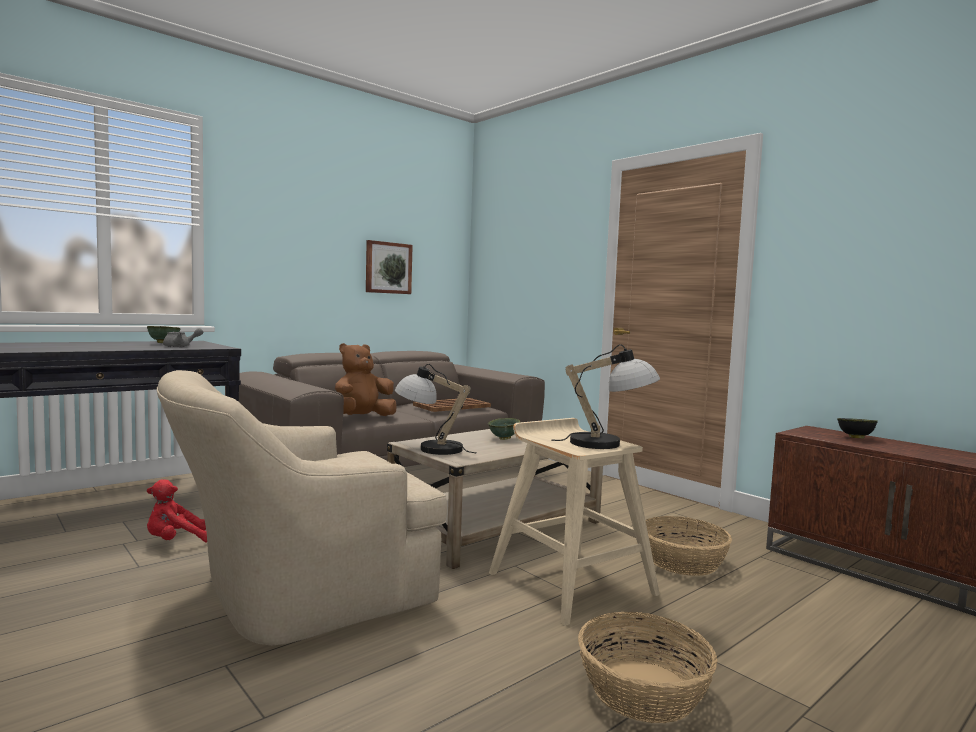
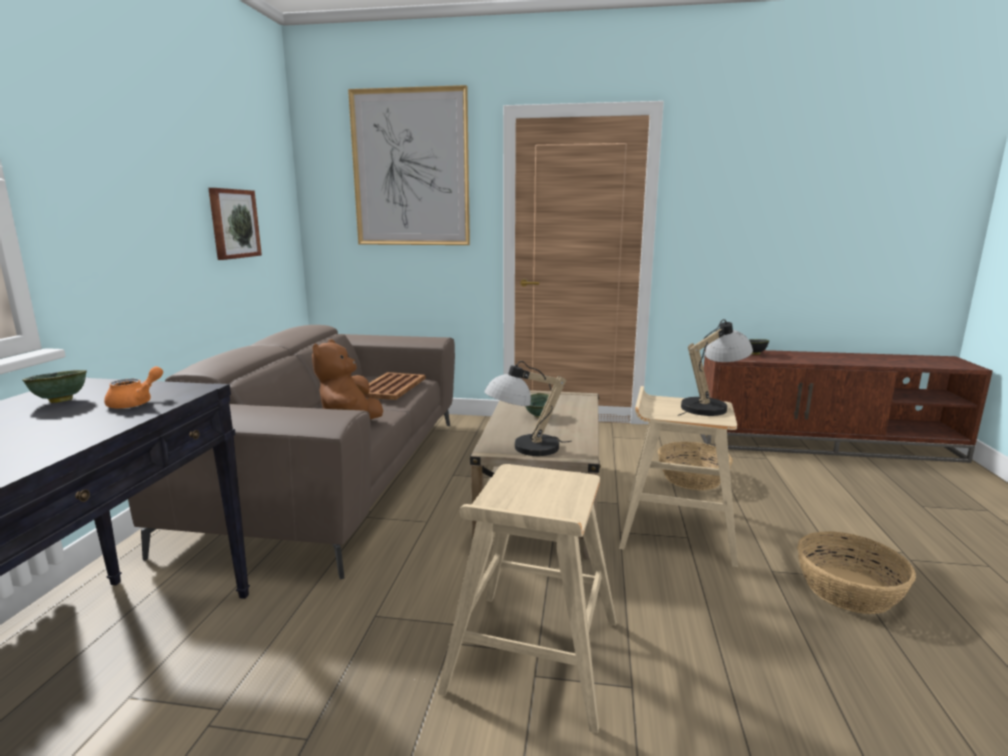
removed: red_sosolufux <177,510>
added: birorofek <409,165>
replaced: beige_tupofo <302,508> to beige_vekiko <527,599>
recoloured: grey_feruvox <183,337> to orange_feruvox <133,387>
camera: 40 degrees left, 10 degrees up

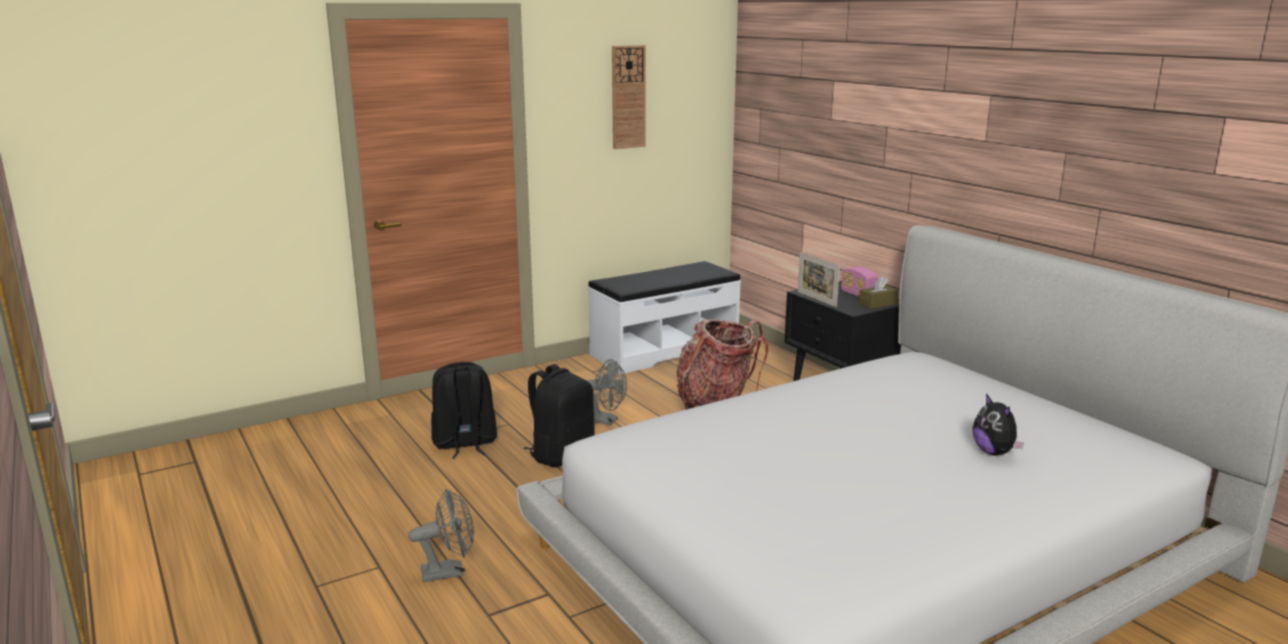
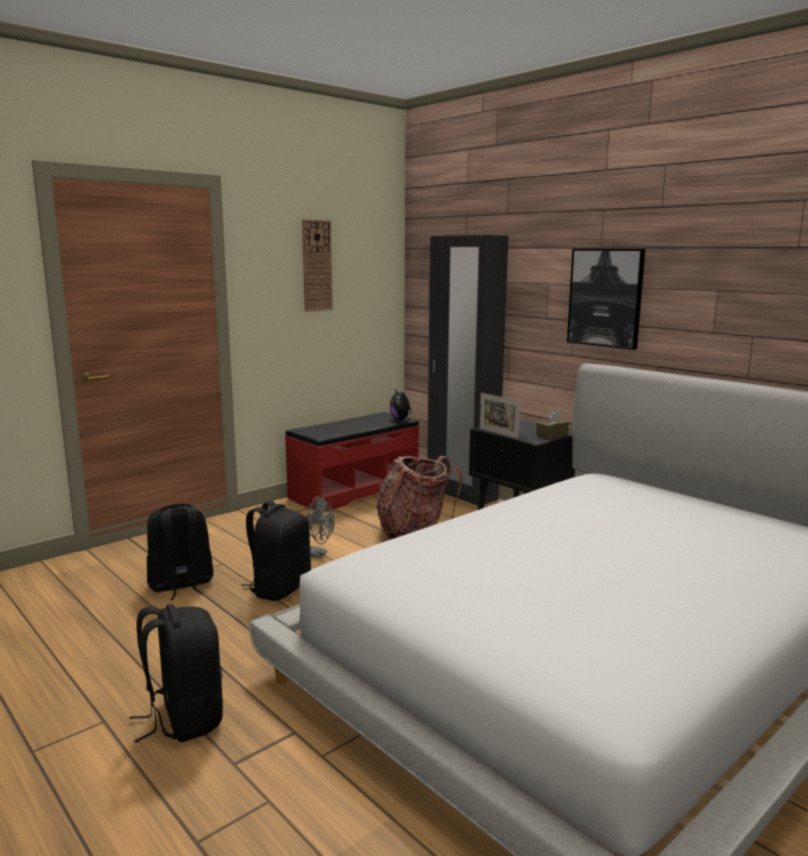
removed: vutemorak <859,282>
added: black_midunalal <467,370>; birorofek <606,299>
moved: sosolufux <998,424> to <401,404>
replaced: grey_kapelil <441,535> to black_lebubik <176,673>
recoloured: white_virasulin <664,317> to red_virasulin <352,461>
camera: 10 degrees left, 5 degrees down

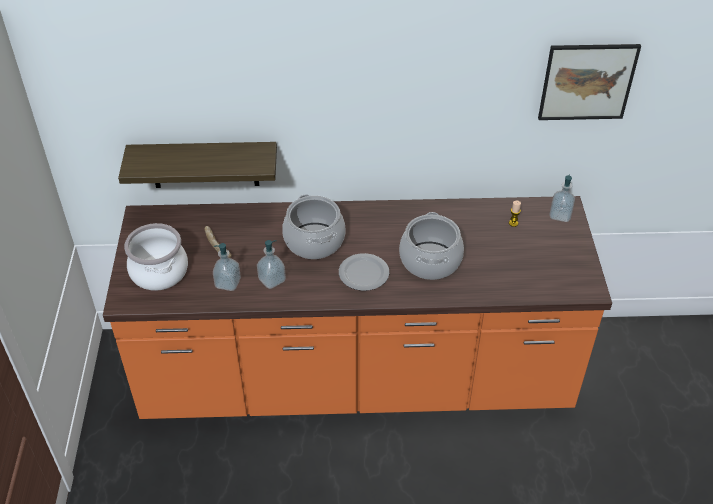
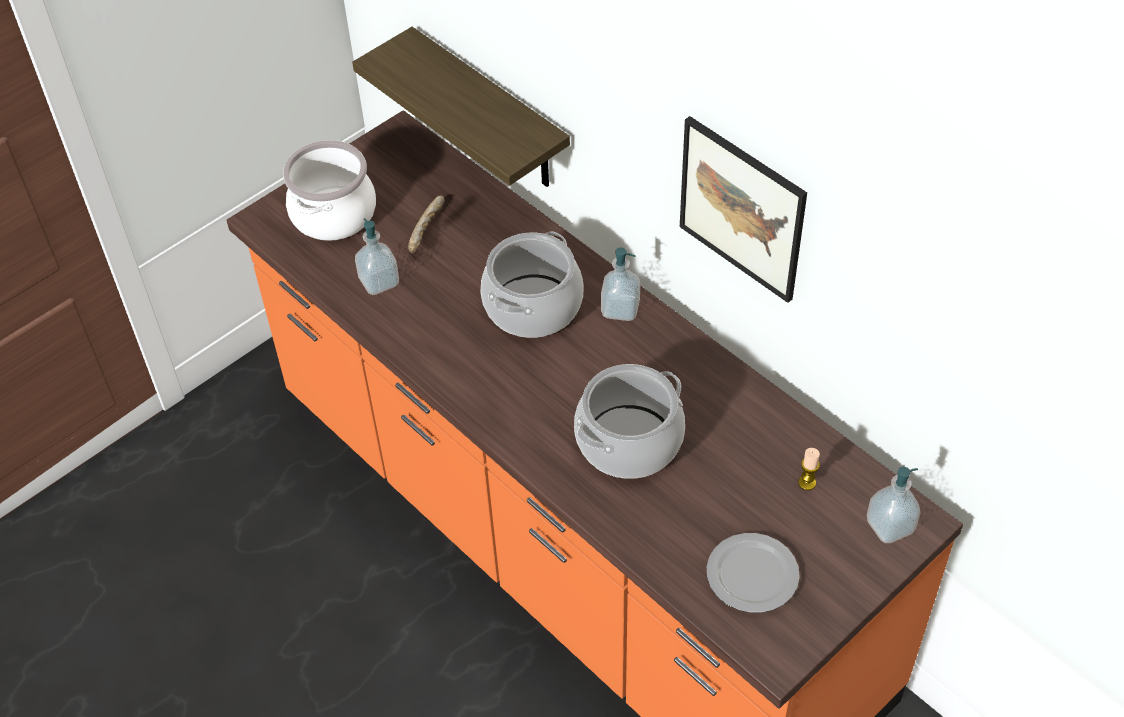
moved: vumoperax <271,264> to <620,284>; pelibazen <364,272> to <753,573>; birorofek <589,82> to <743,209>
camera: 50 degrees right, 5 degrees up

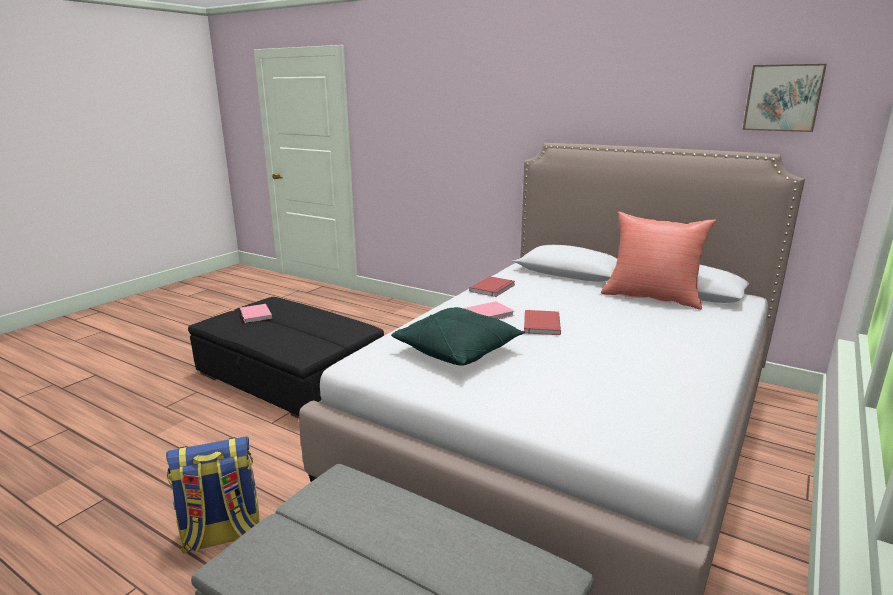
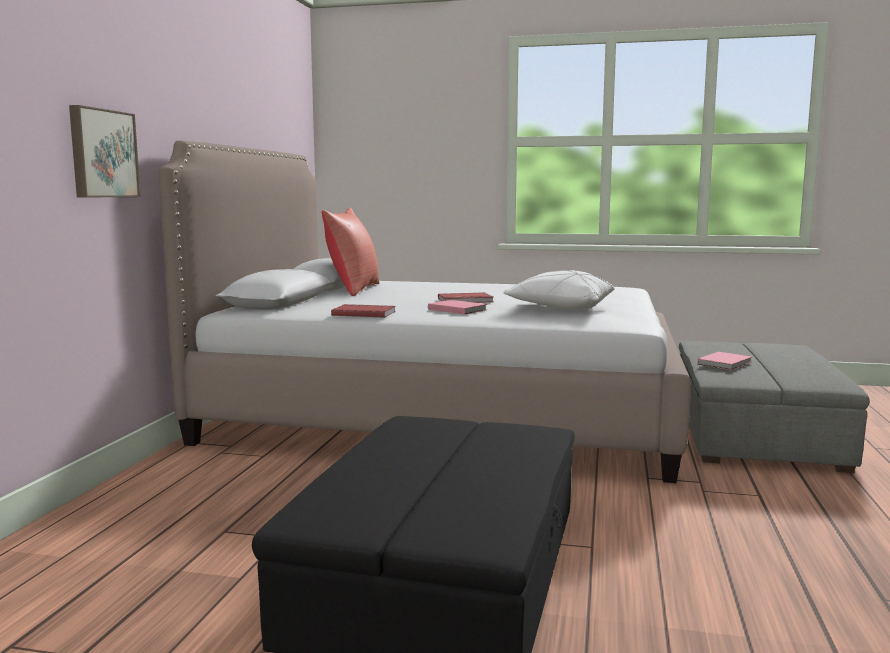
removed: lebubik <213,495>
moved: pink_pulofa <256,313> to <724,361>; birorofek <785,98> to <105,151>
recoloured: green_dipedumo <458,336> to white_dipedumo <559,290>
camera: 110 degrees left, 10 degrees down

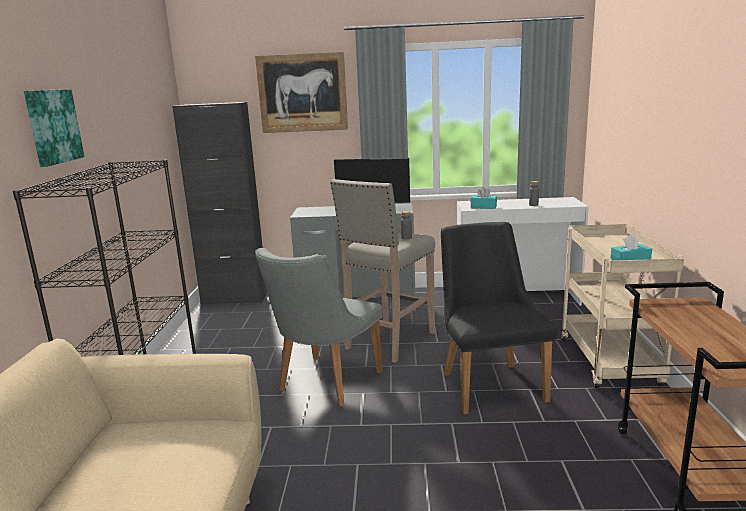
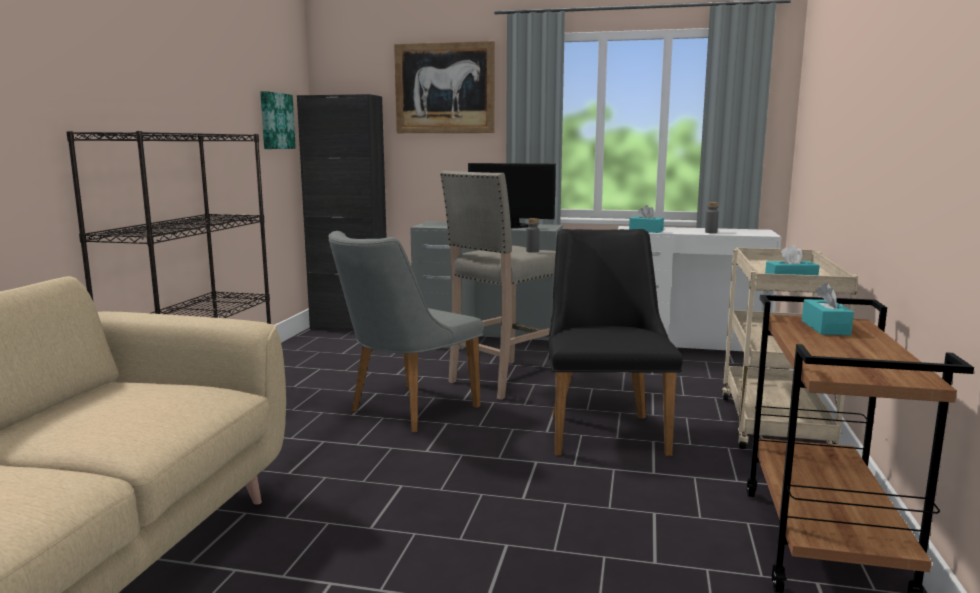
added: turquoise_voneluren <828,309>
moved: birorofek <54,128> to <278,120>
camera: 10 degrees right, 5 degrees down

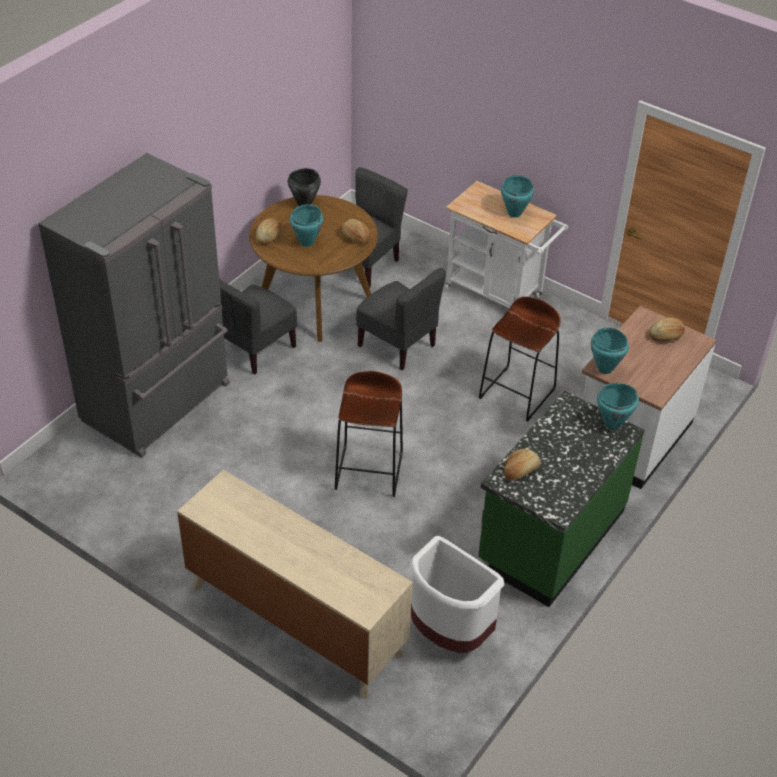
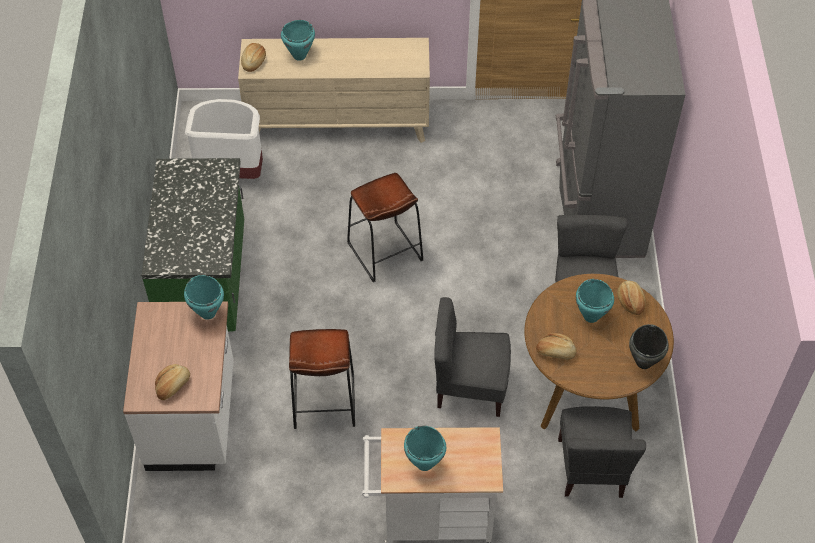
moved: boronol <522,465> to <253,57>; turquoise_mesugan <618,406> to <298,40>
camera: 145 degrees right, 10 degrees up

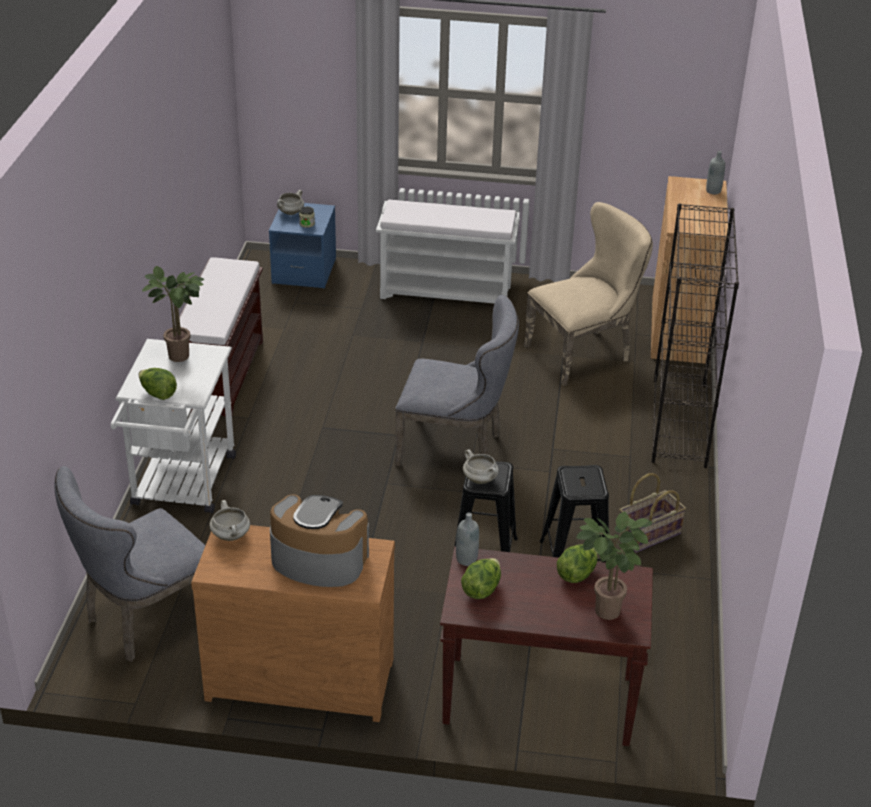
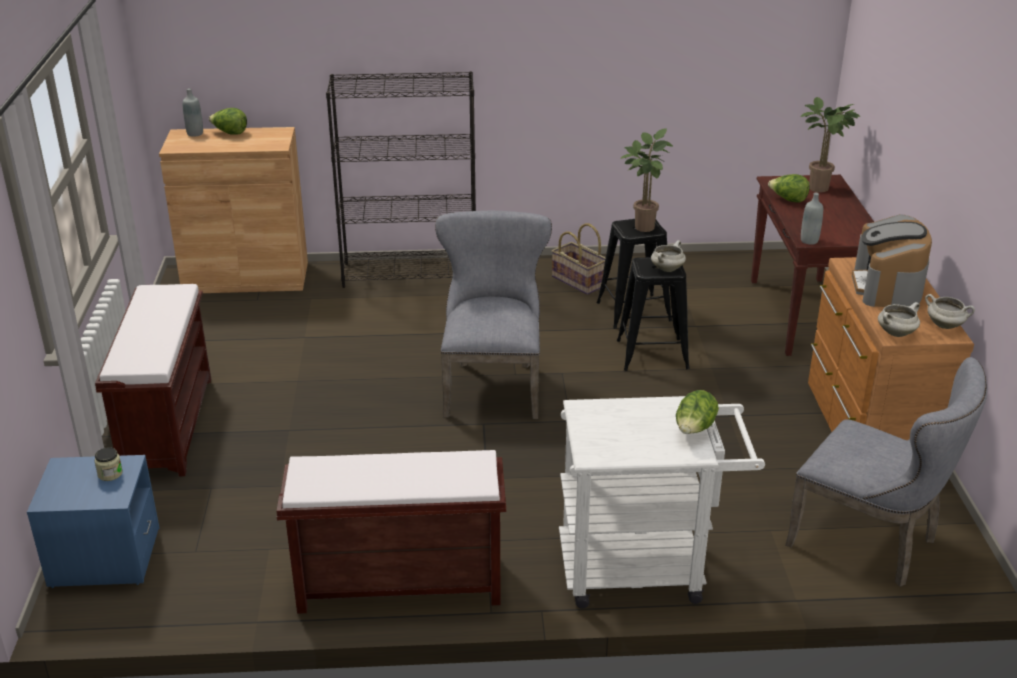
removed: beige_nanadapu <588,294>
moved: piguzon <173,314> to <646,180>; white_mesugan <290,202> to <950,311>; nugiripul <481,578> to <228,121>
recoloured: white_virasulin <448,252> to brown_virasulin <153,380>
camera: 100 degrees left, 5 degrees down

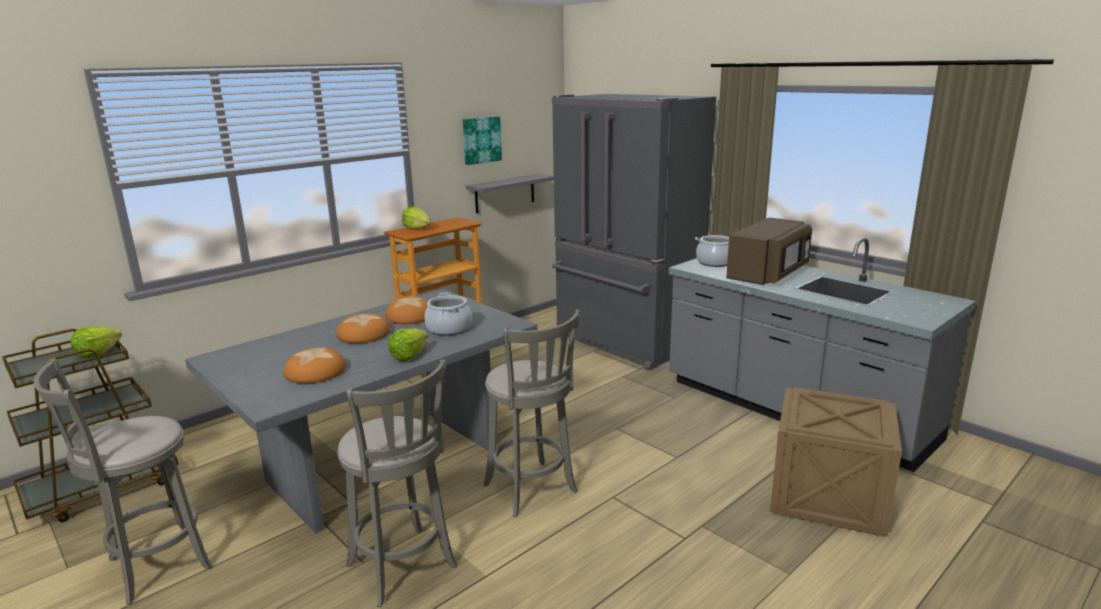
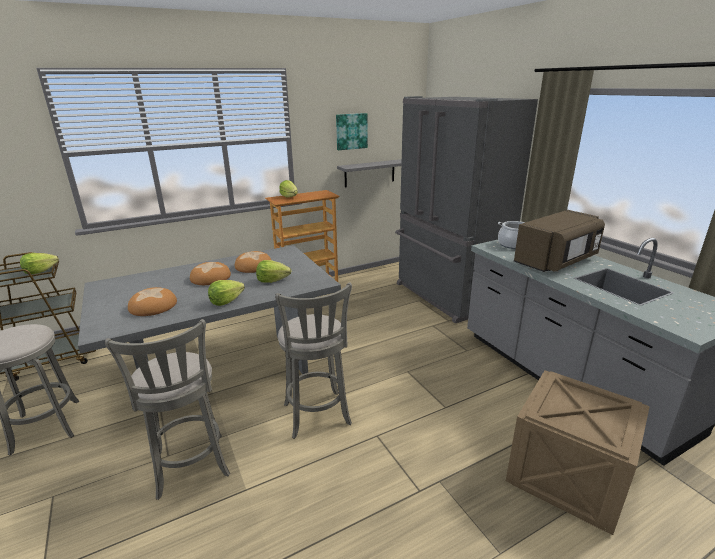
replaced: mesugan <448,314> to nugiripul <273,271>
camera: 15 degrees right, 5 degrees up

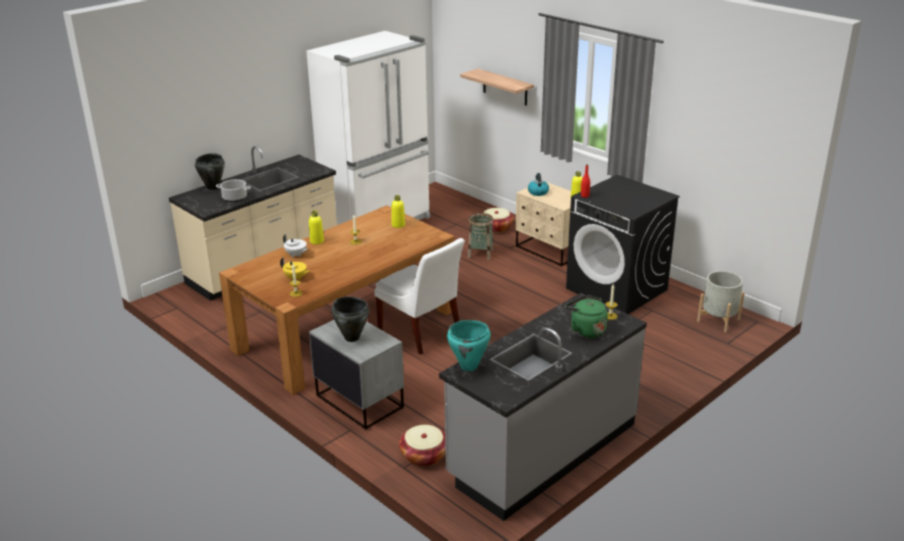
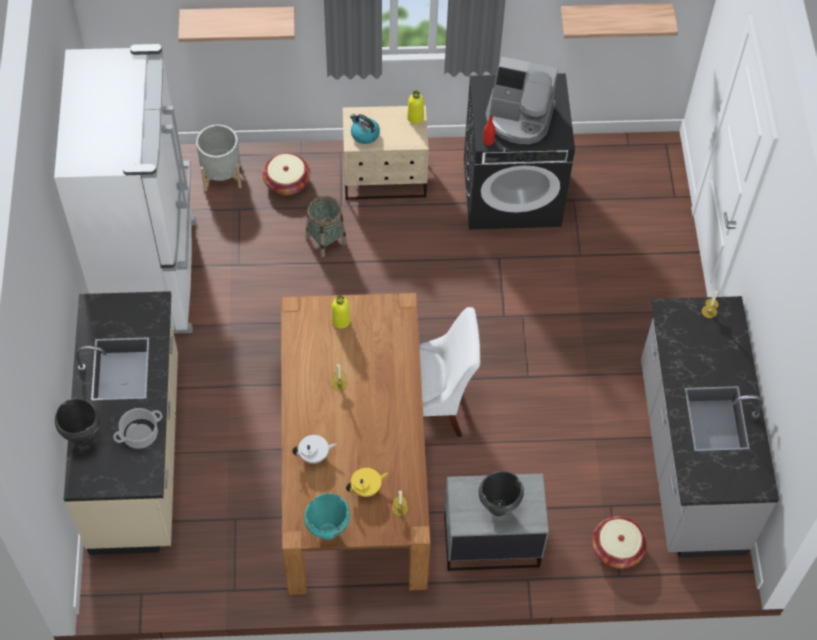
removed: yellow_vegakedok <316,227>; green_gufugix <586,316>
added: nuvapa <522,100>; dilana <619,21>
moved: turquoise_mesugan <469,345> to <327,516>; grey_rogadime <721,301> to <219,157>
camera: 50 degrees left, 30 degrees up

